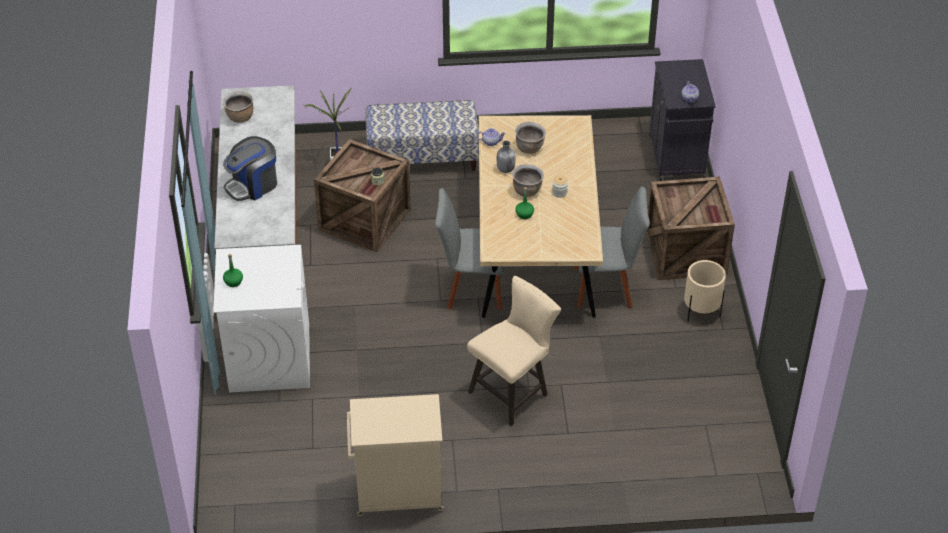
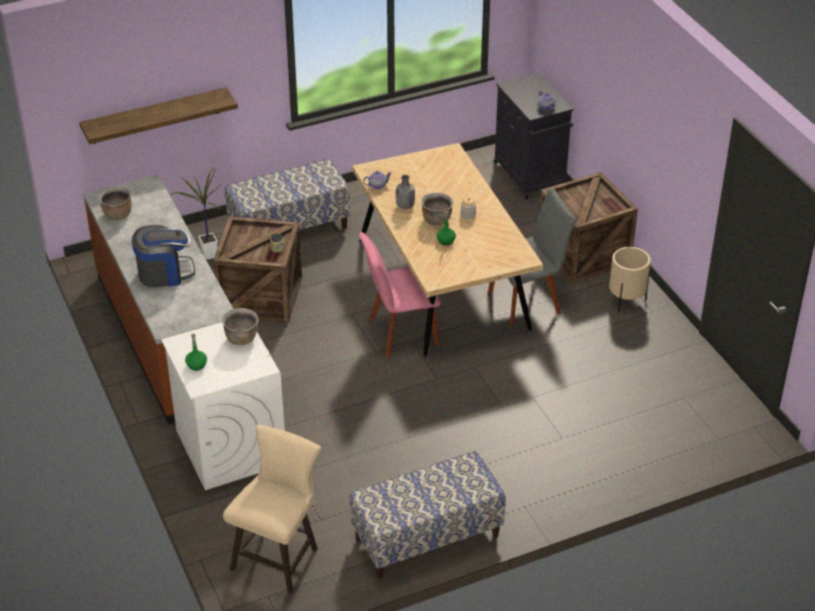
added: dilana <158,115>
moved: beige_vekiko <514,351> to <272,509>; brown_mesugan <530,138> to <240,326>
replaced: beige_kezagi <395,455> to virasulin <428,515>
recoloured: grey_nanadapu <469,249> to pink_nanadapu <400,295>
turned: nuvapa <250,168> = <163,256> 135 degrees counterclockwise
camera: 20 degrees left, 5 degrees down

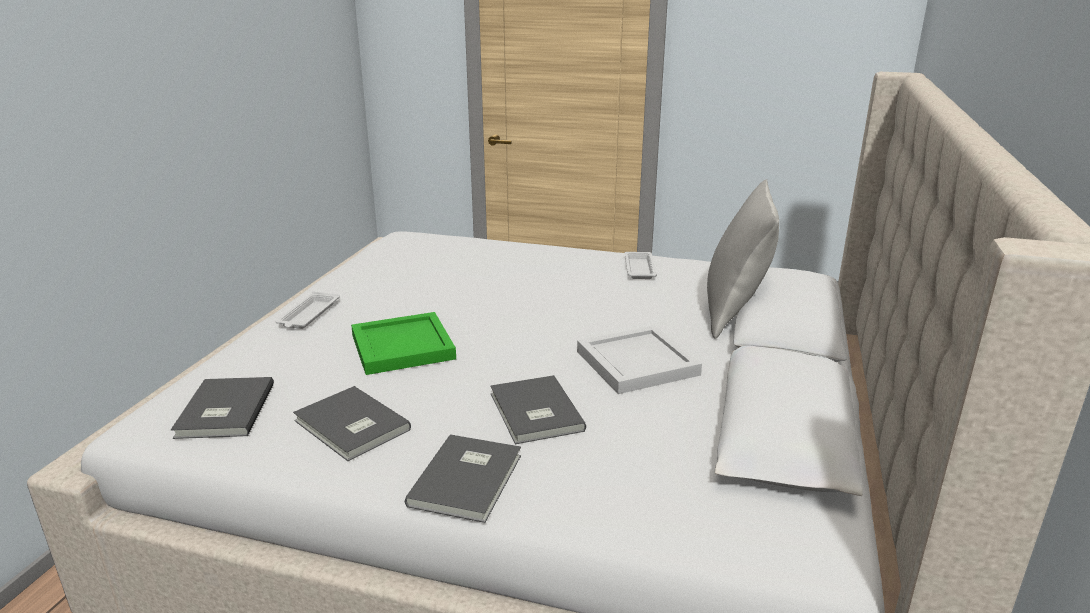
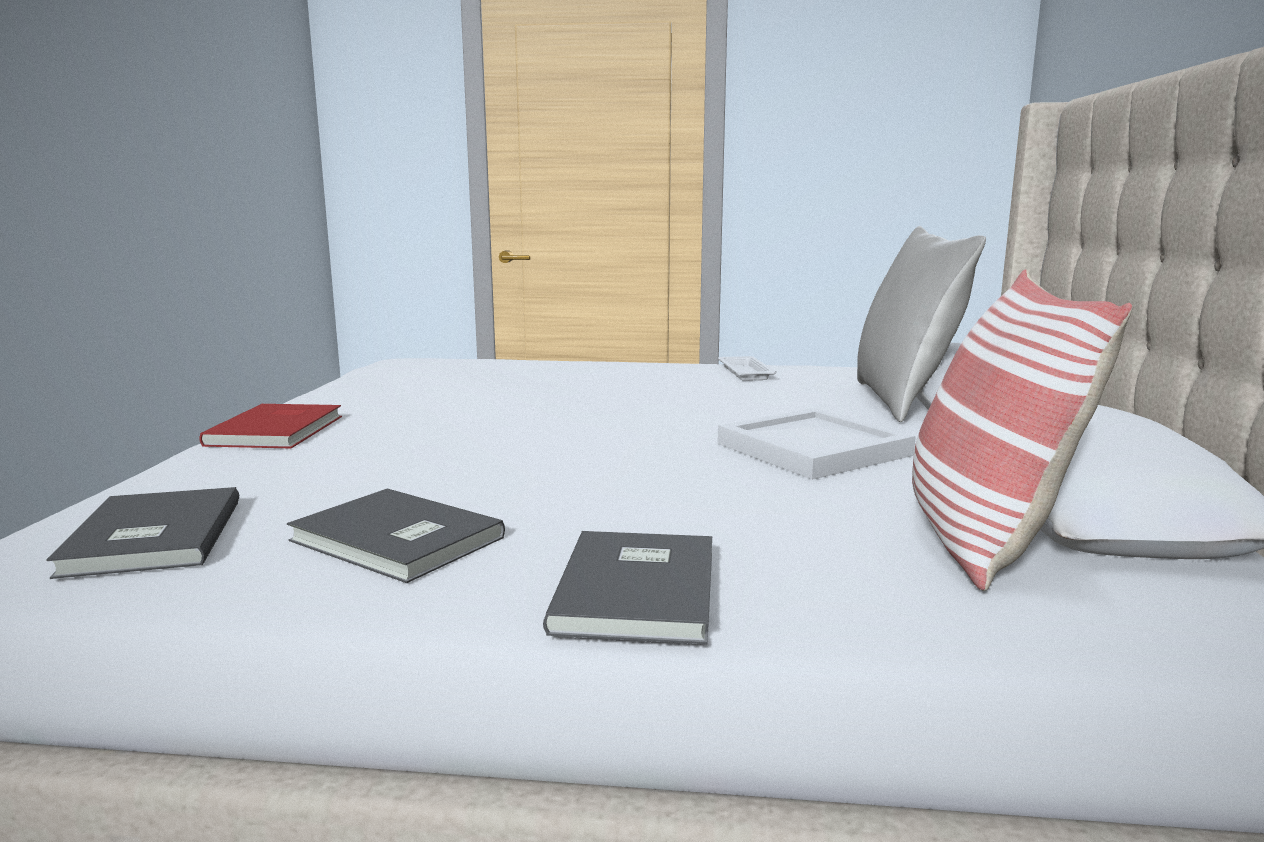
removed: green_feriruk <403,343>; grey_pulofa <538,409>
added: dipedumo <1022,430>
replaced: white_feriruk <307,310> to red_pulofa <270,426>
camera: 10 degrees left, 10 degrees down

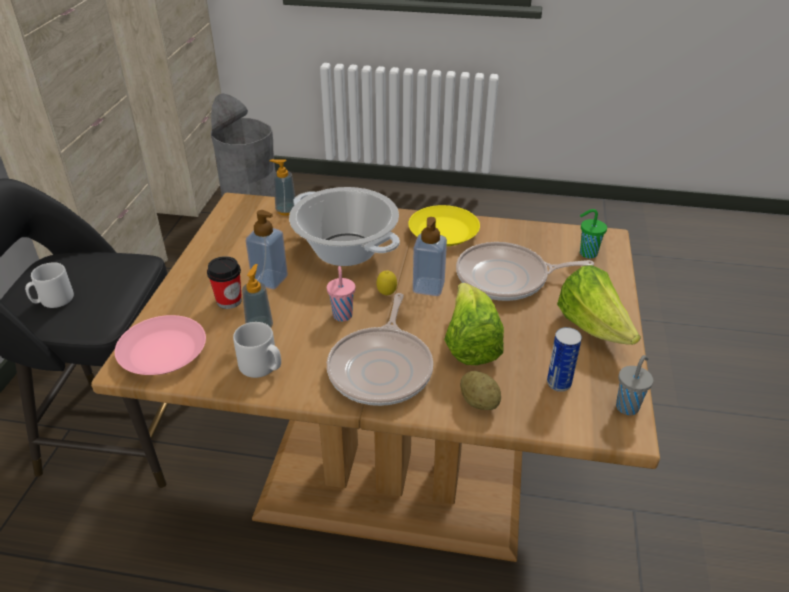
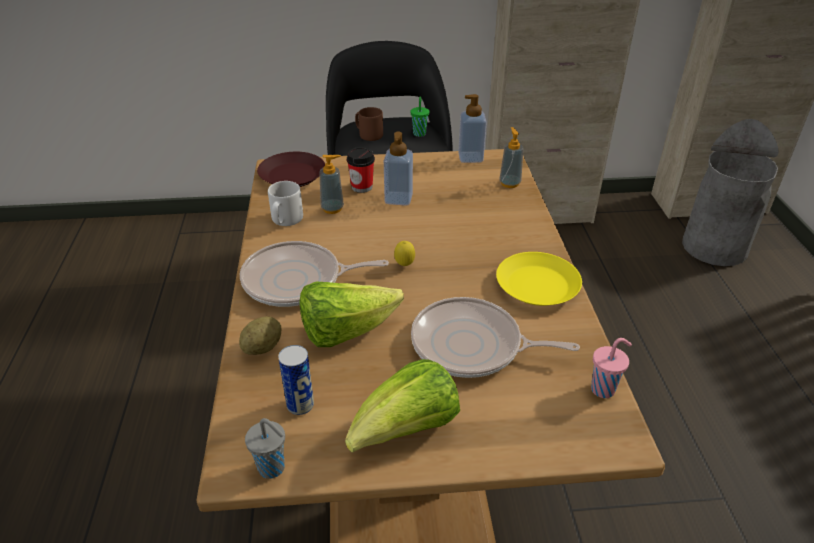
removed: mesugan <344,226>
moved: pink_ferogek <341,294> to <611,368>; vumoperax <430,256> to <472,128>; green_ferogek <593,233> to <419,117>
recoloured: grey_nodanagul <49,285> to brown_nodanagul <369,124>; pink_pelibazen <160,345> to brown_pelibazen <291,169>
turned: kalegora <525,271> = <495,337> 60 degrees counterclockwise
camera: 75 degrees right, 0 degrees up

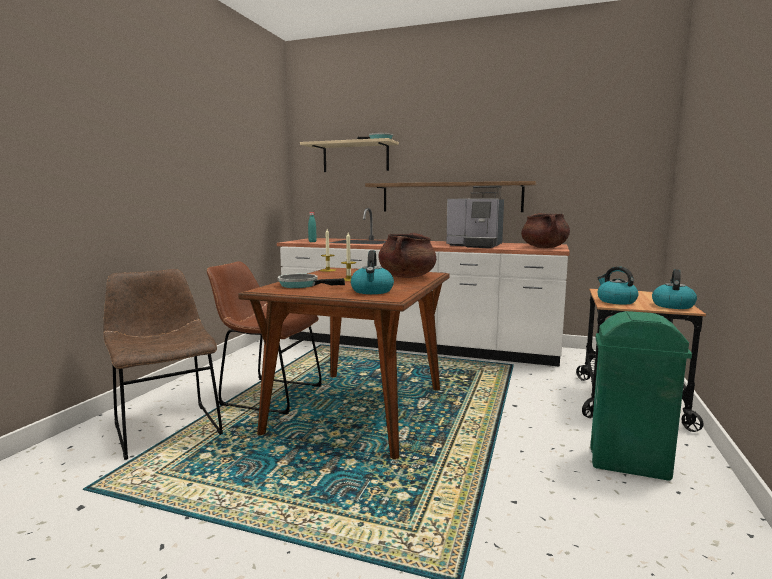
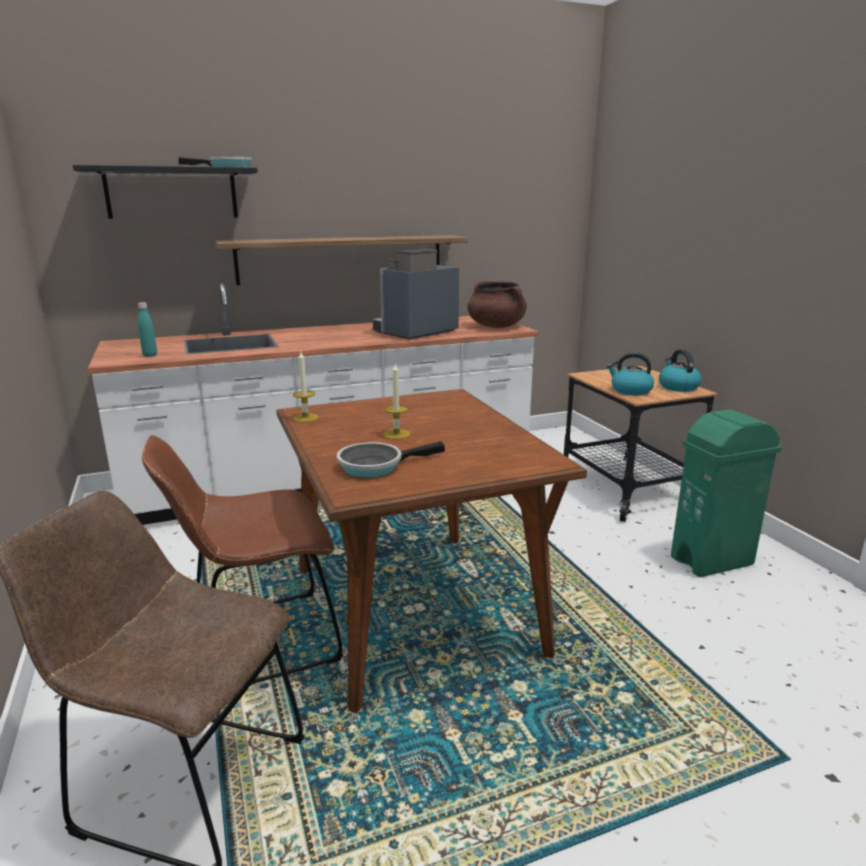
removed: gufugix <372,272>; brown_mesugan <407,255>
recoloured: beige_dilana <349,155> to black_dilana <165,192>
turned: nuvapa <475,217> = <416,294> 150 degrees clockwise
camera: 40 degrees left, 10 degrees up

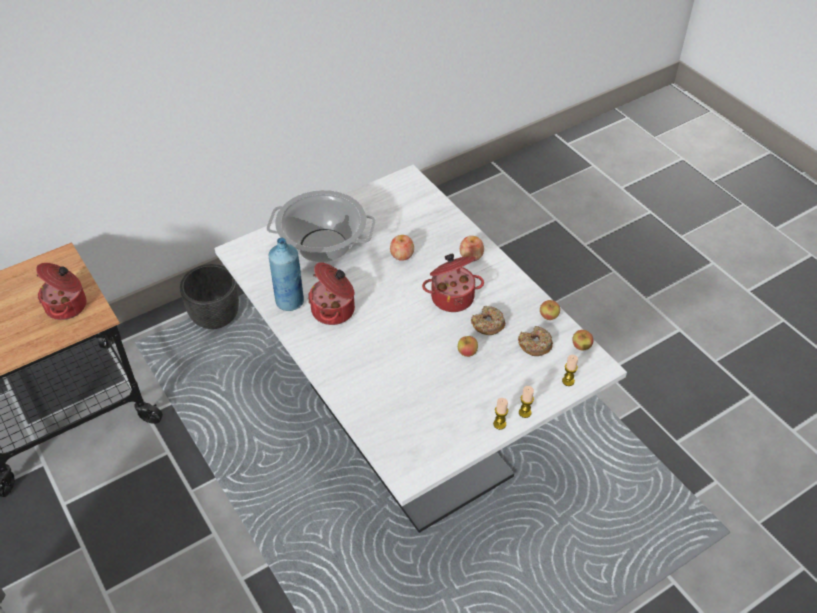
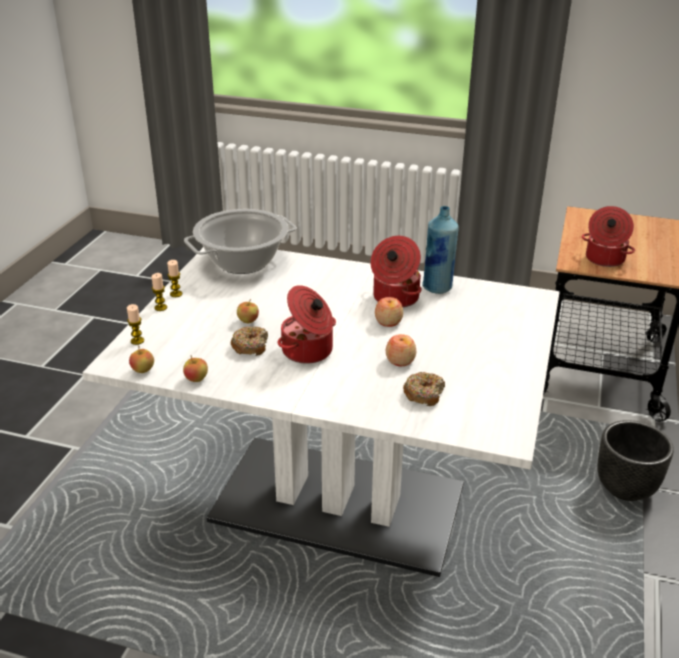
moved: mesugan <321,226> to <240,241>; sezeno <472,248> to <389,312>; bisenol <535,341> to <424,389>
camera: 140 degrees right, 15 degrees down

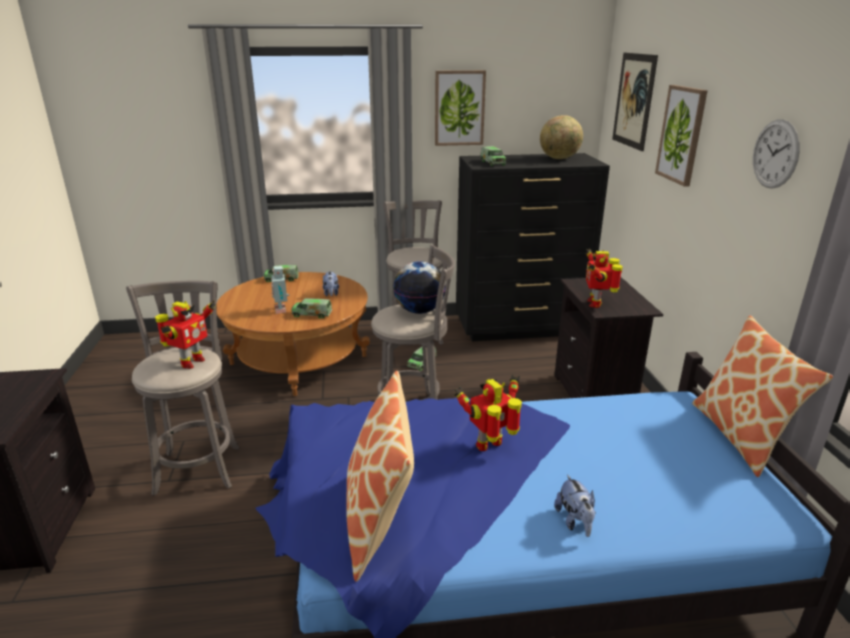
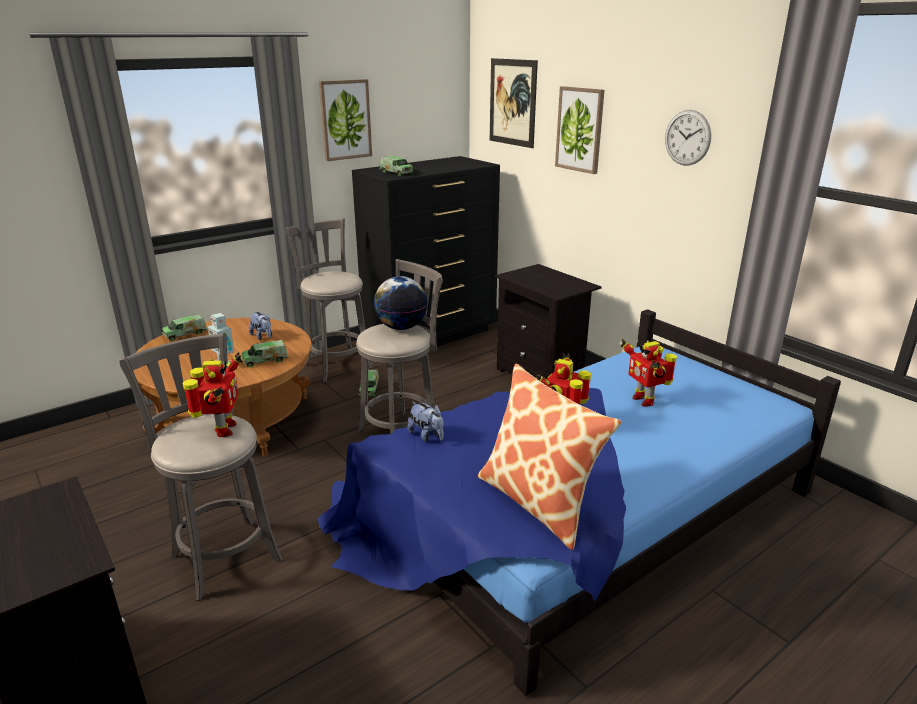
removed: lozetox <561,137>; dipedumo <762,396>
moved: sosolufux <575,505> to <425,422>; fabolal <604,278> to <649,373>
camera: 30 degrees left, 0 degrees up

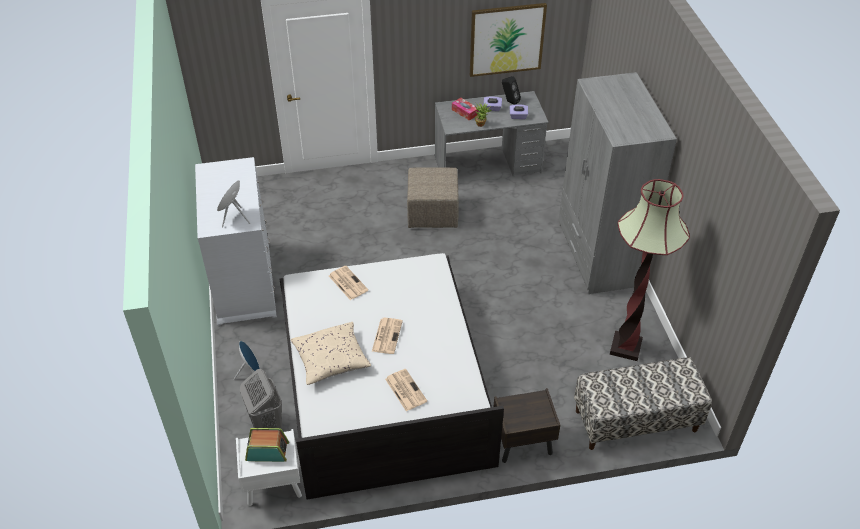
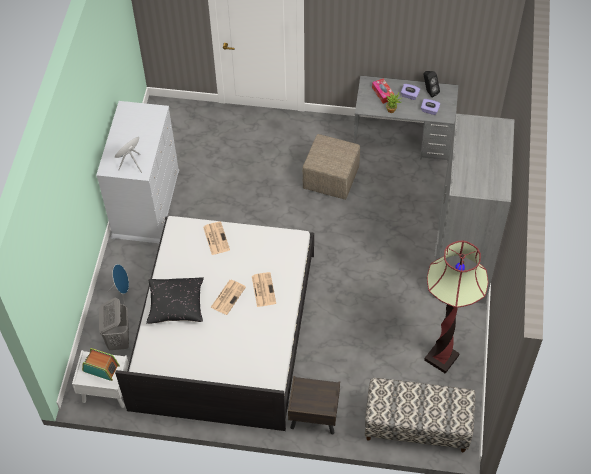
removed: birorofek <508,40>
moved: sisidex <406,390> to <264,289>
recoloured: beige_dipedumo <330,353> to black_dipedumo <175,301>
camera: 20 degrees right, 10 degrees up

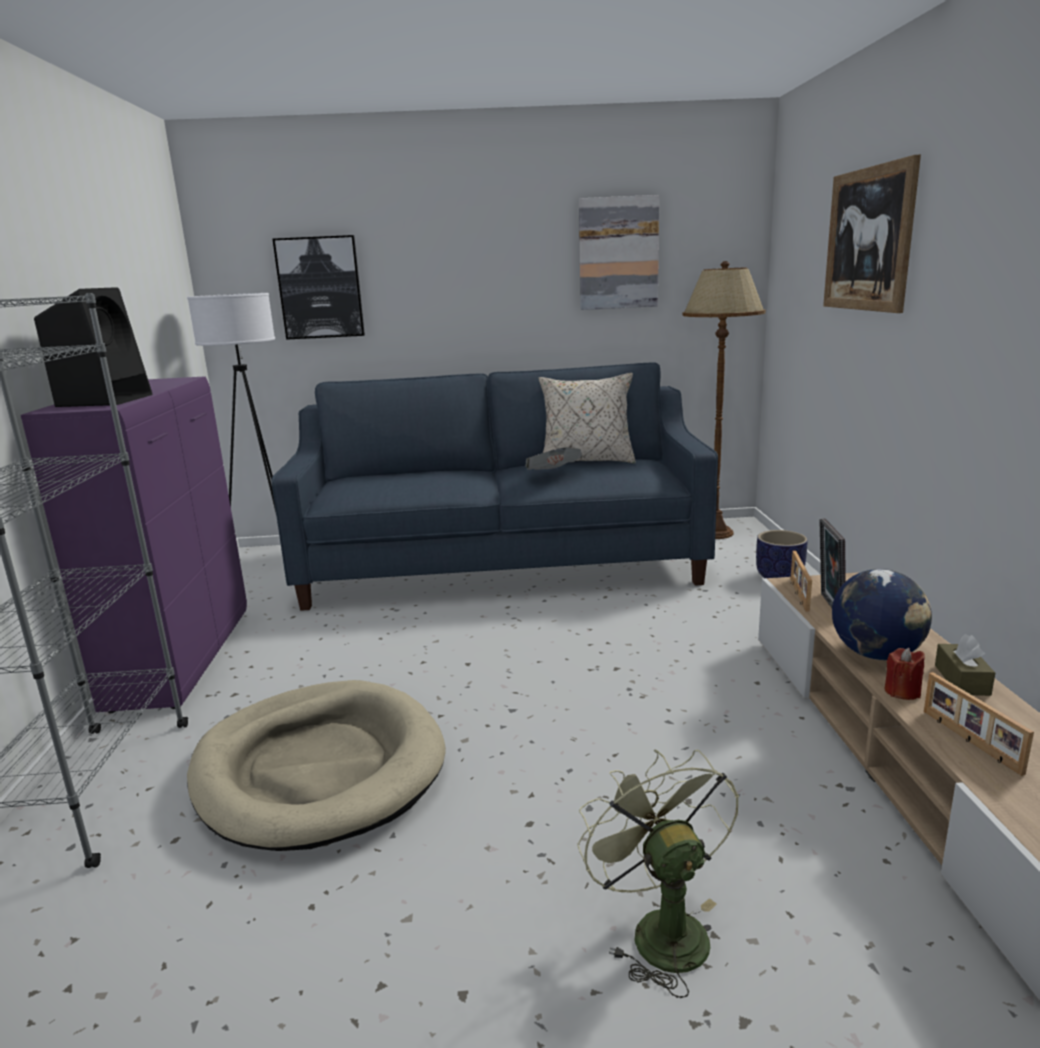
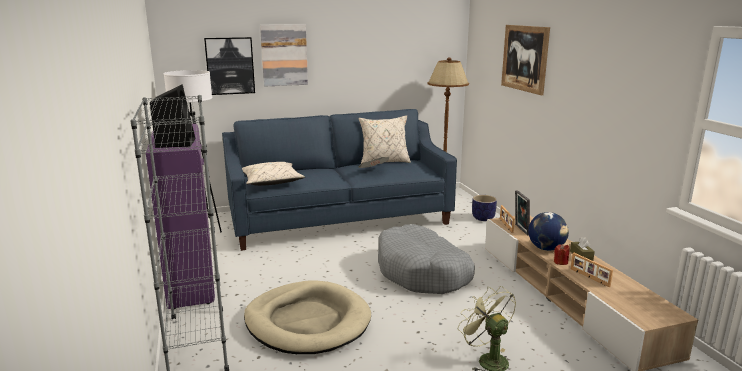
added: beige_dipedumo <273,174>; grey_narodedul <426,259>
moved: birorofek <619,252> to <284,55>
camera: 15 degrees left, 0 degrees up

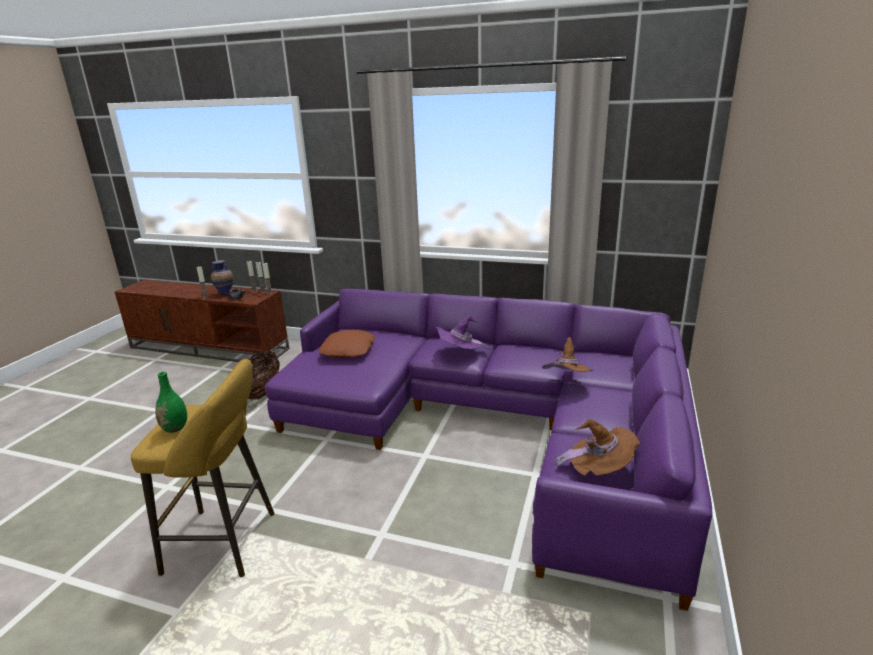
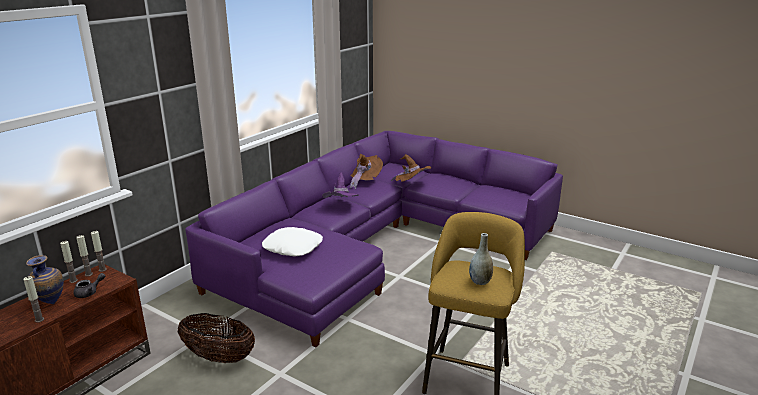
moved: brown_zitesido <597,447> to <366,171>
recoloured: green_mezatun <171,402> to grey_mezatun <481,259>; brown_dipedumo <347,344> to white_dipedumo <292,242>
camera: 75 degrees left, 0 degrees up

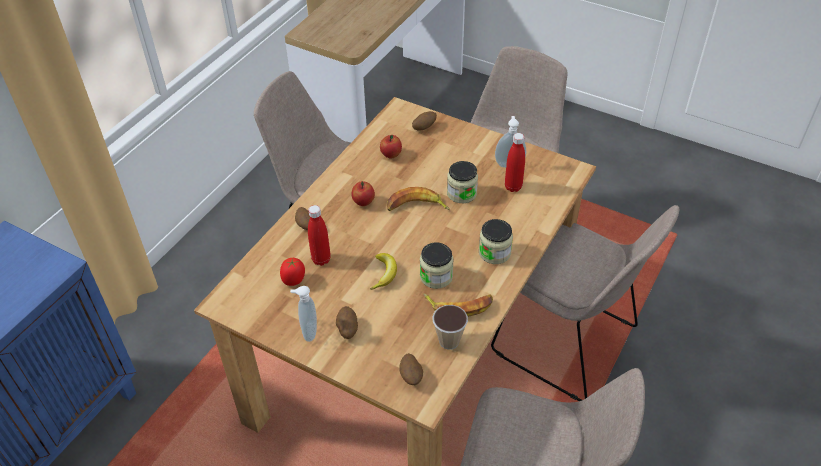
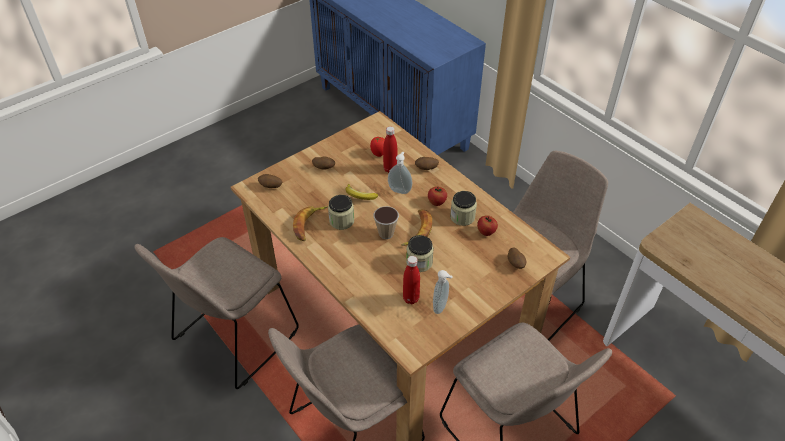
moved: vumoperax <303,314> to <400,173>; ferogek <450,327> to <386,222>; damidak <496,241> to <463,208>
camera: 110 degrees right, 0 degrees up

